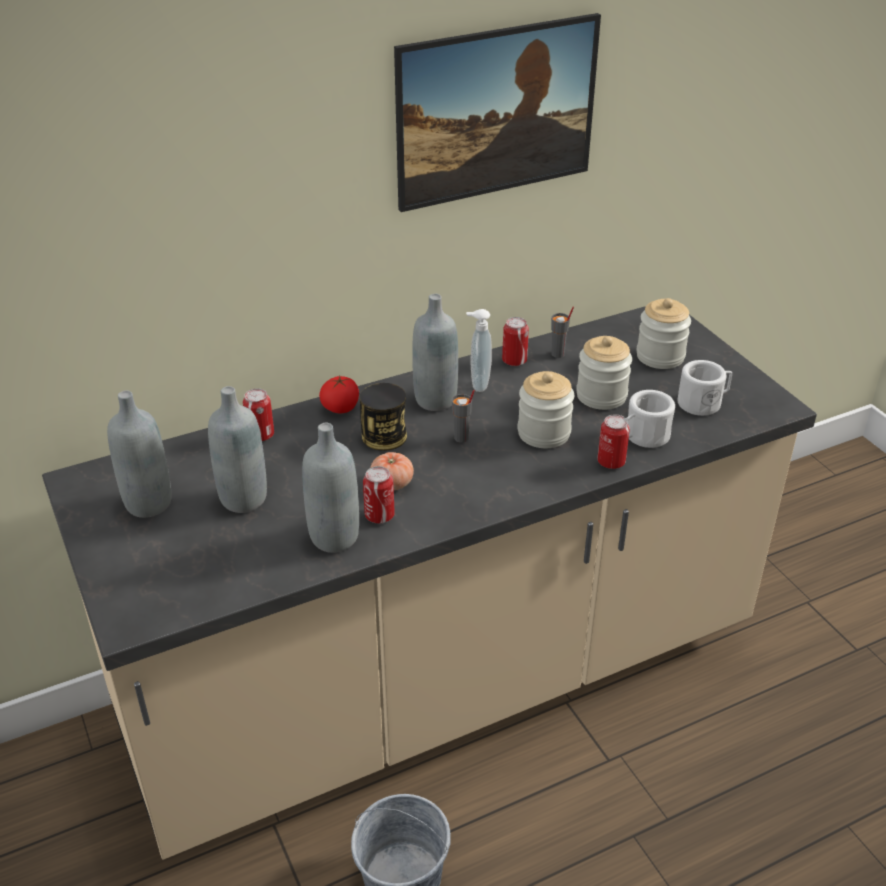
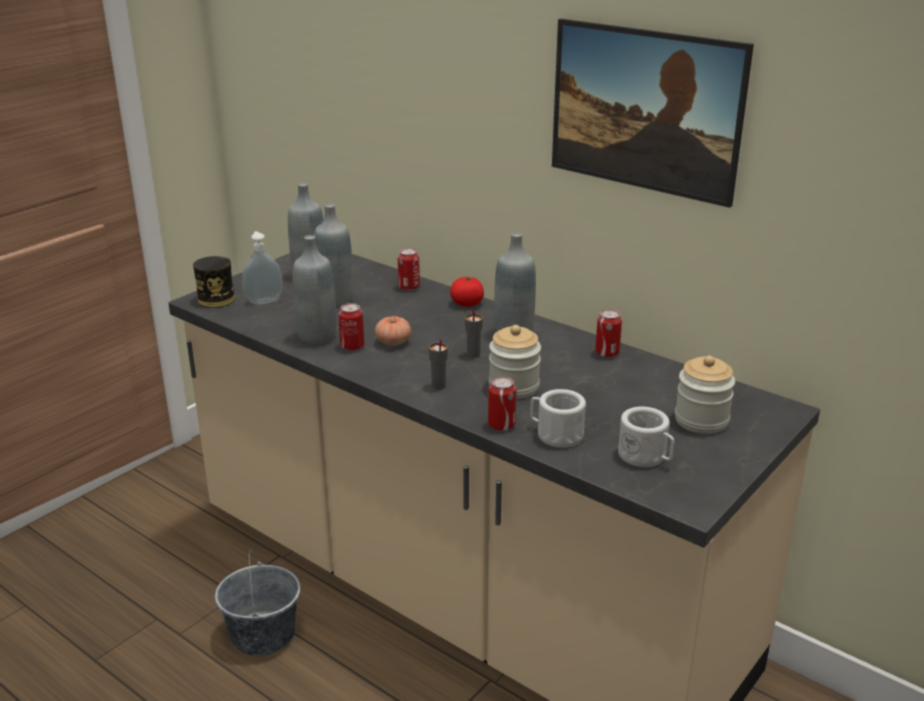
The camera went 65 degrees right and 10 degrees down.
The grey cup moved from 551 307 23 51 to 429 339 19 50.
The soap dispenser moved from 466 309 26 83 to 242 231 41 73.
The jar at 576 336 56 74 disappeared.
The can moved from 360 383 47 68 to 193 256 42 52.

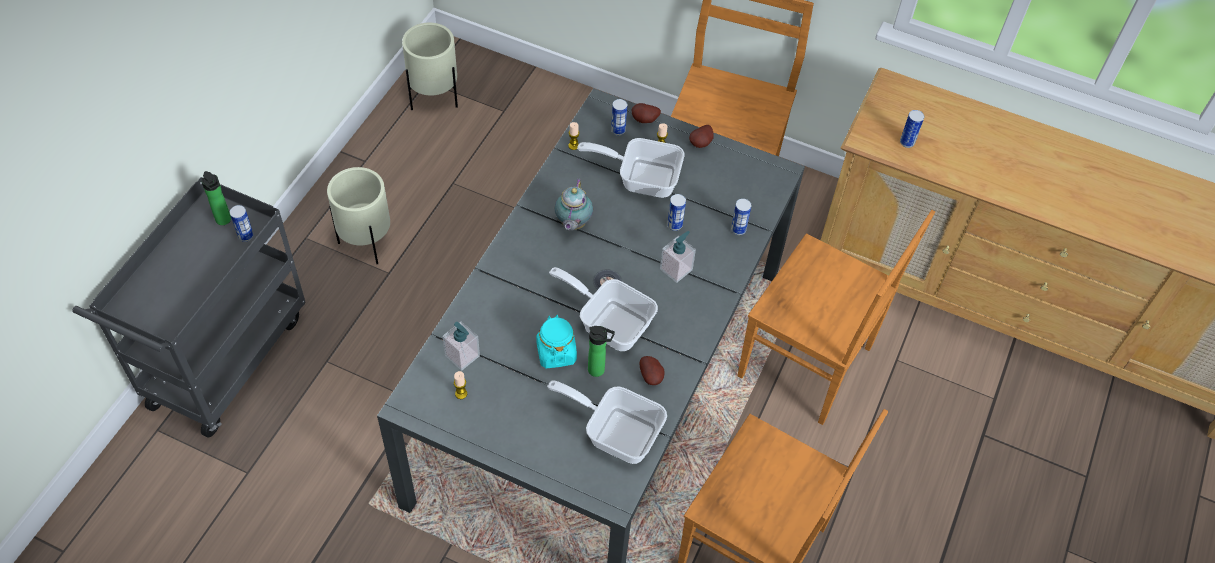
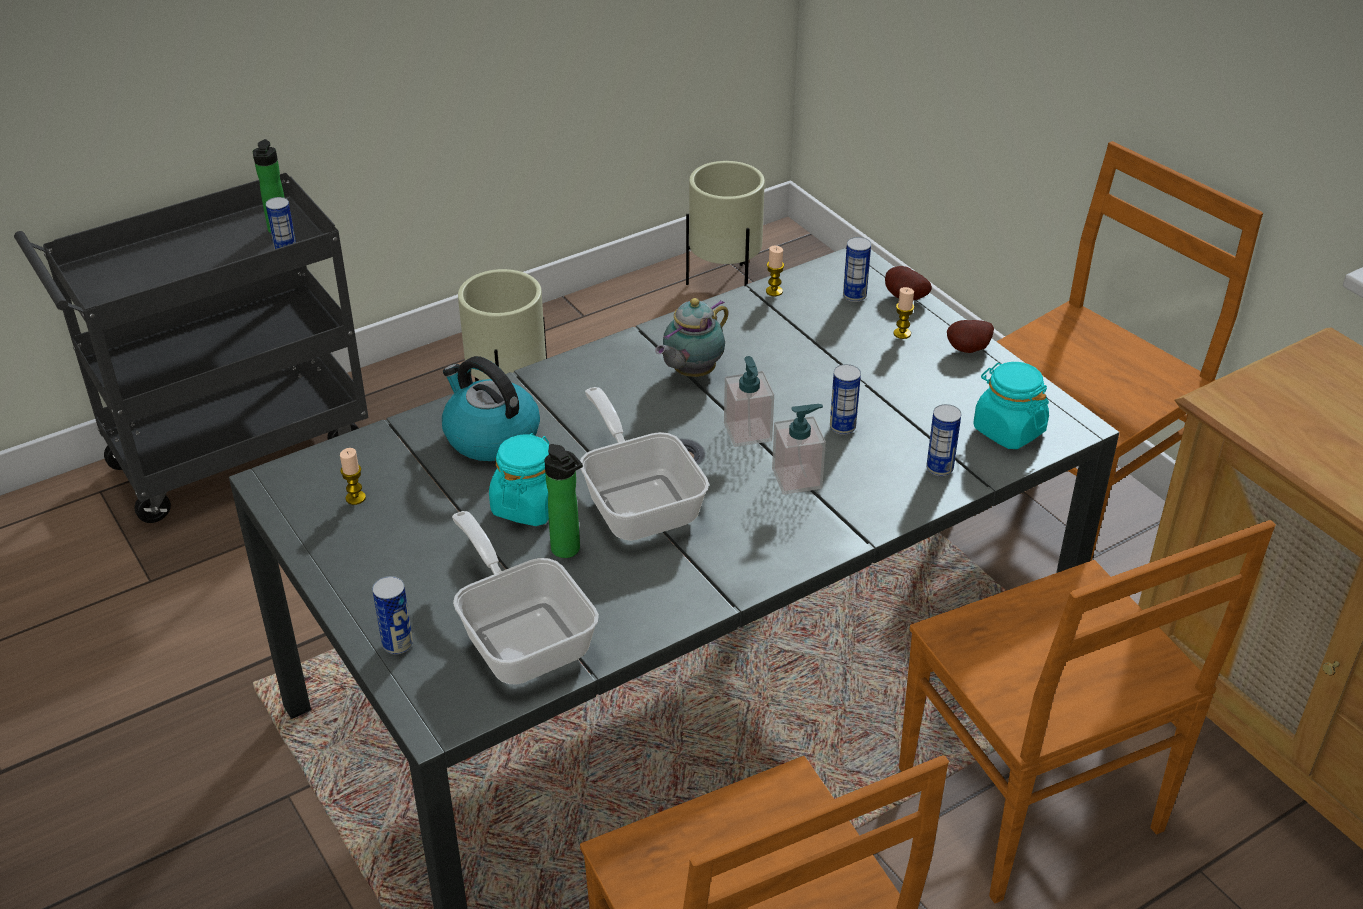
The camera went 35 degrees right and 15 degrees down.
The can moved from 900 110 24 38 to 372 576 41 78.
The frying pan at 577 138 107 60 disappeared.
The soap dispenser moved from 442 321 38 50 to 724 356 50 91.
The potato at 639 356 26 29 disappeared.
The kettle at 442 356 98 105 appeared.
The turquoise jar at 974 362 75 87 appeared.

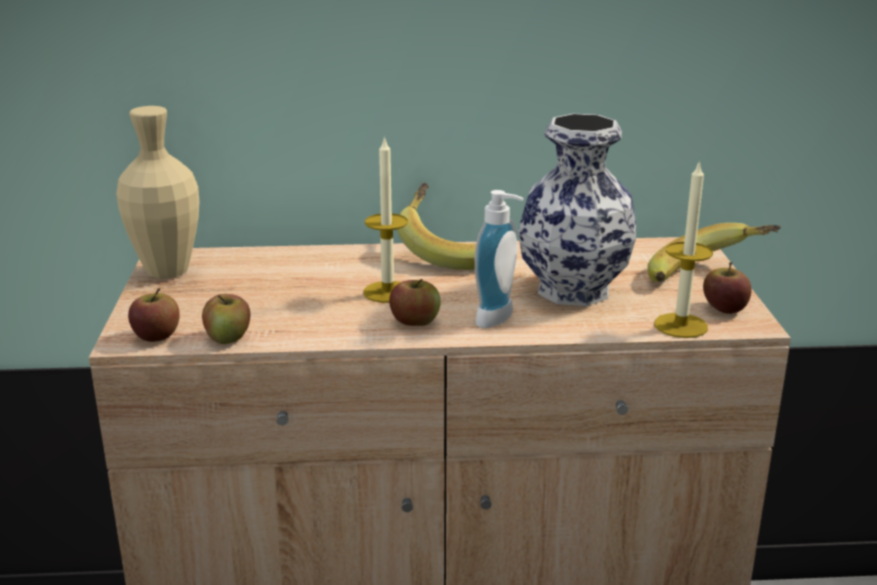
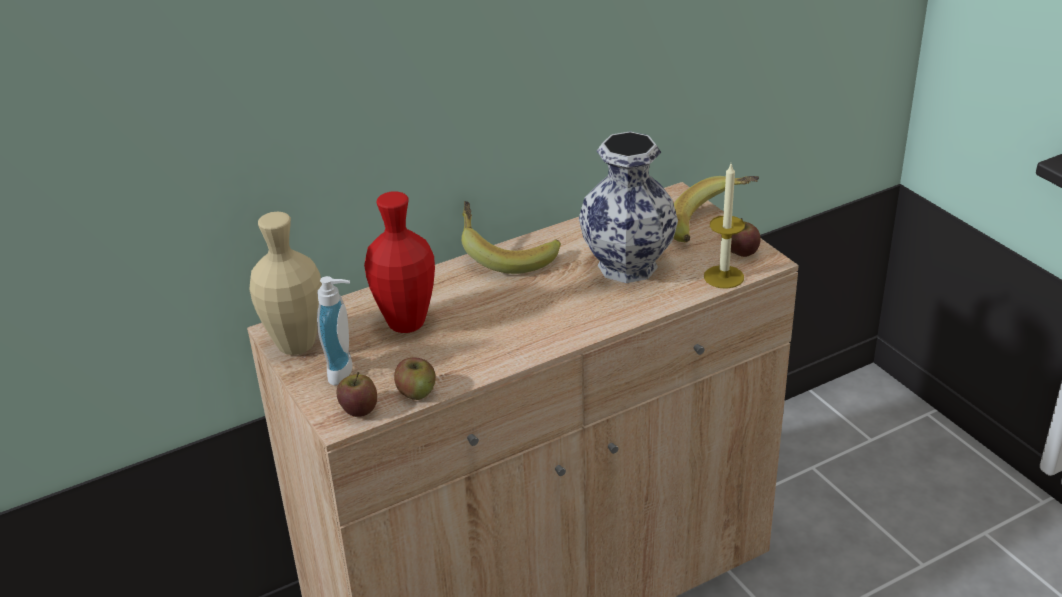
The camera went 25 degrees left and 10 degrees up.
The candle at 363 136 45 167 disappeared.
The soap dispenser moved from 474 190 50 138 to 317 276 36 109.
The apple at 389 279 52 47 disappeared.
The red vase at 364 191 71 142 appeared.

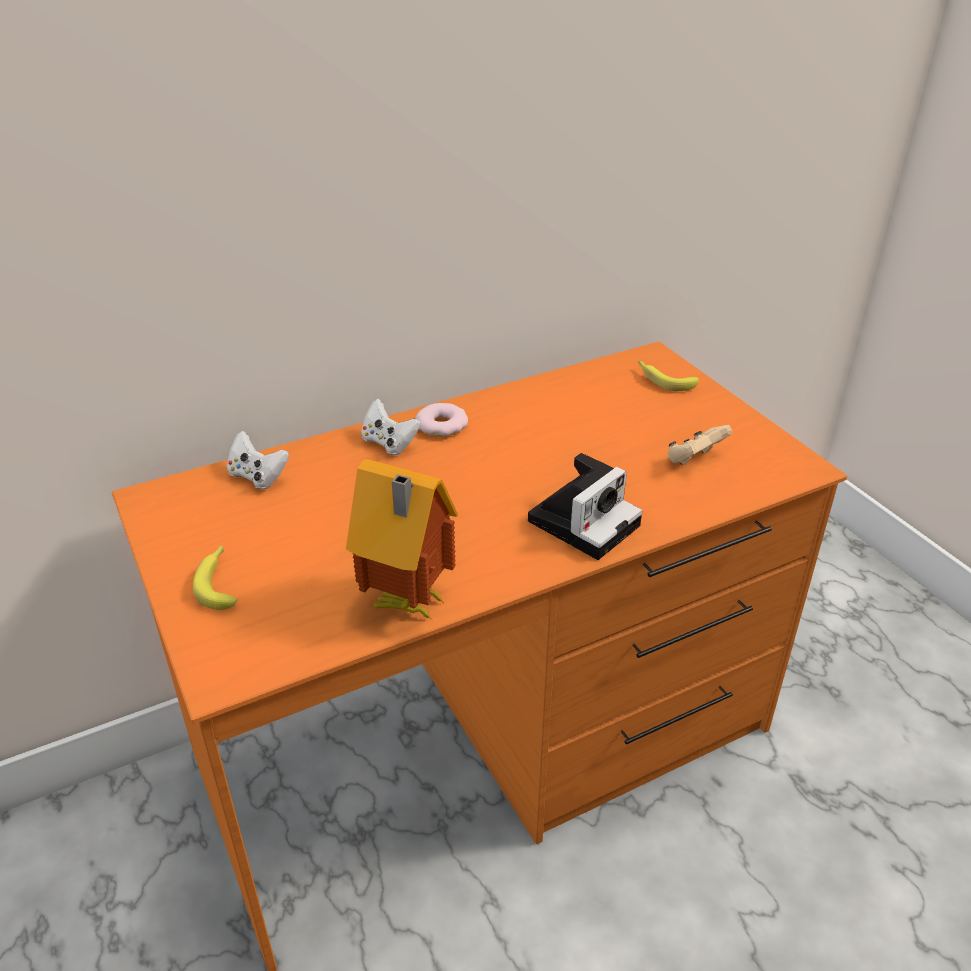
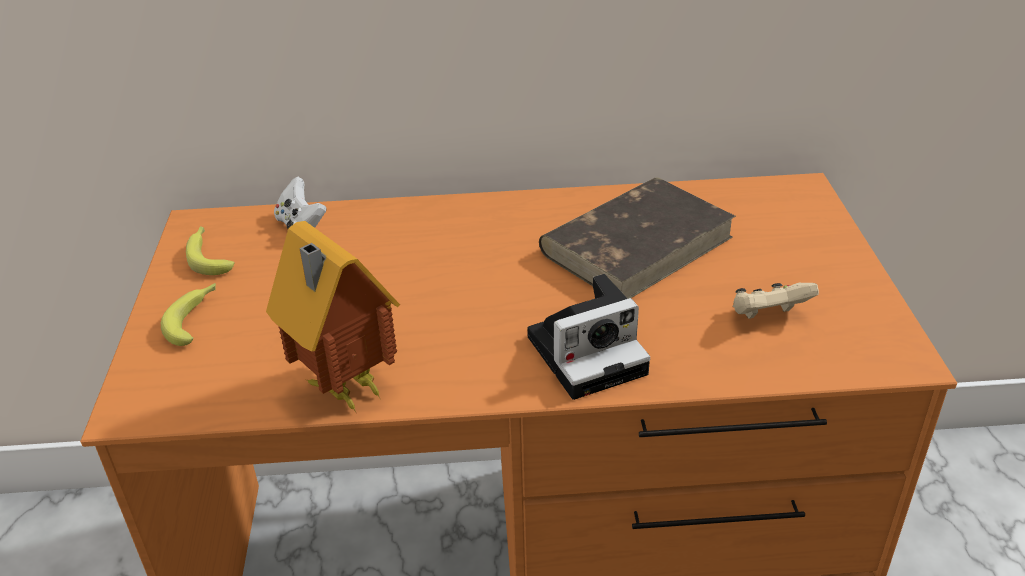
The camera went 25 degrees right and 0 degrees up.
The banana moved from 638 361 61 30 to 186 226 49 49.
The white game controller at 361 399 60 56 disappeared.
The donut at 415 403 53 34 disappeared.
The brown book at 539 177 197 122 appeared.

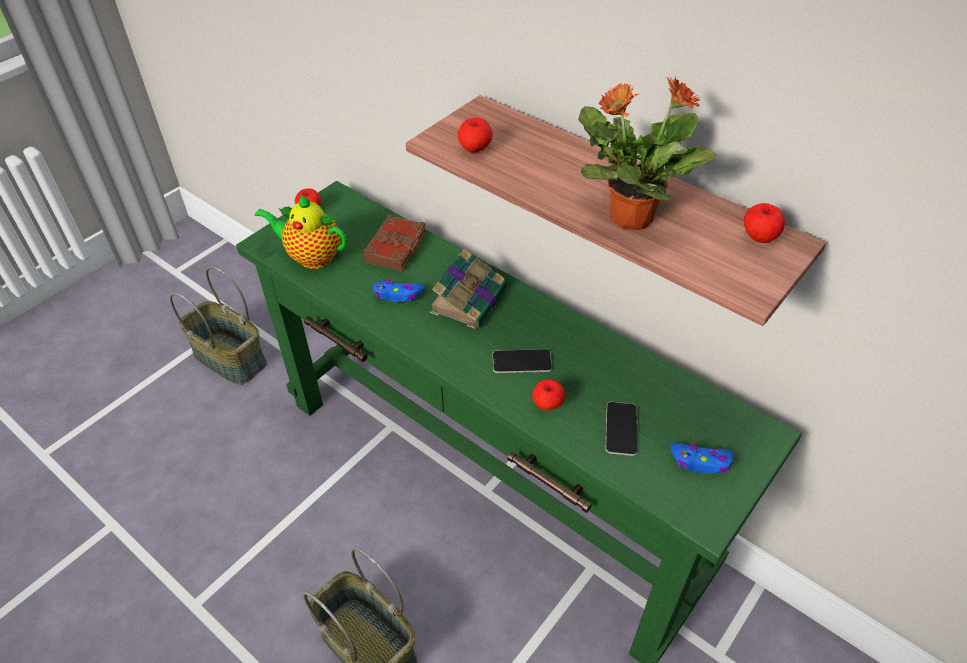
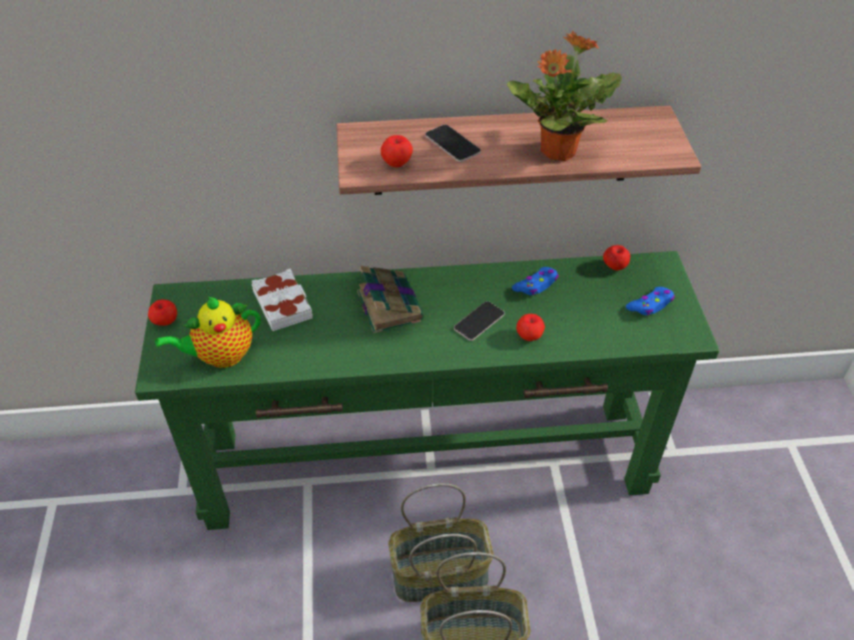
The camera went 45 degrees left and 0 degrees up.
The apple moved from 744 203 41 40 to 603 245 27 25.
The brown book at 363 214 63 57 became the white book at 252 269 61 62.
The basket moved from 170 267 97 118 to 388 483 106 119.
The blue game controller moved from 373 280 52 22 to 512 267 47 28.
The phone moved from 606 402 31 54 to 425 124 56 38.

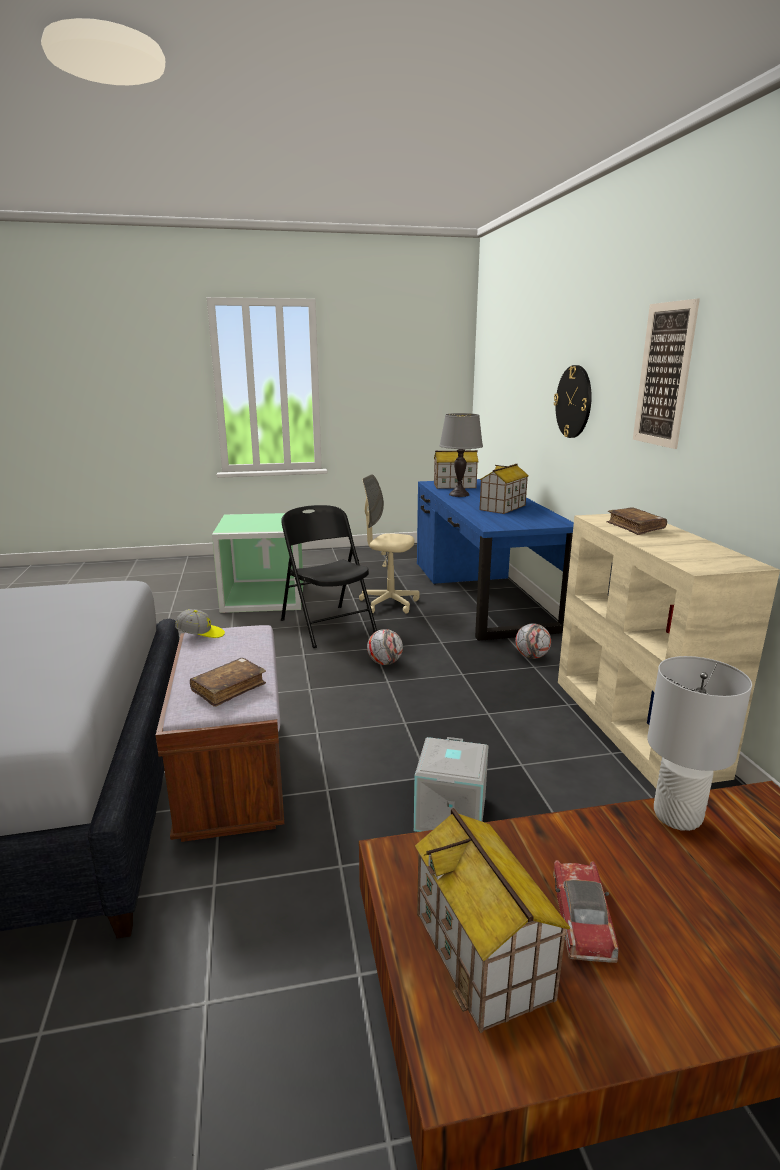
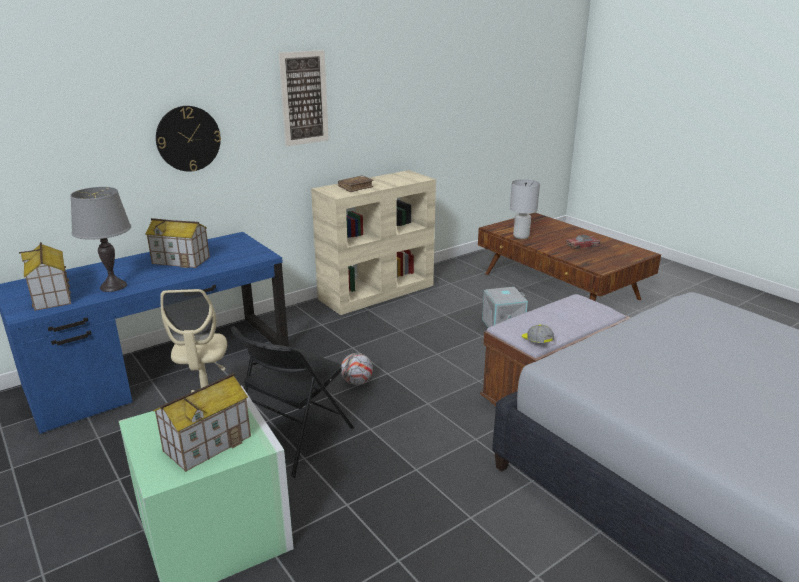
The camera went 115 degrees left and 5 degrees up.
The football at 515 623 36 36 disappeared.
The brown book at 190 658 76 49 disappeared.
The toy house moved from 415 808 155 225 to 153 373 98 99.

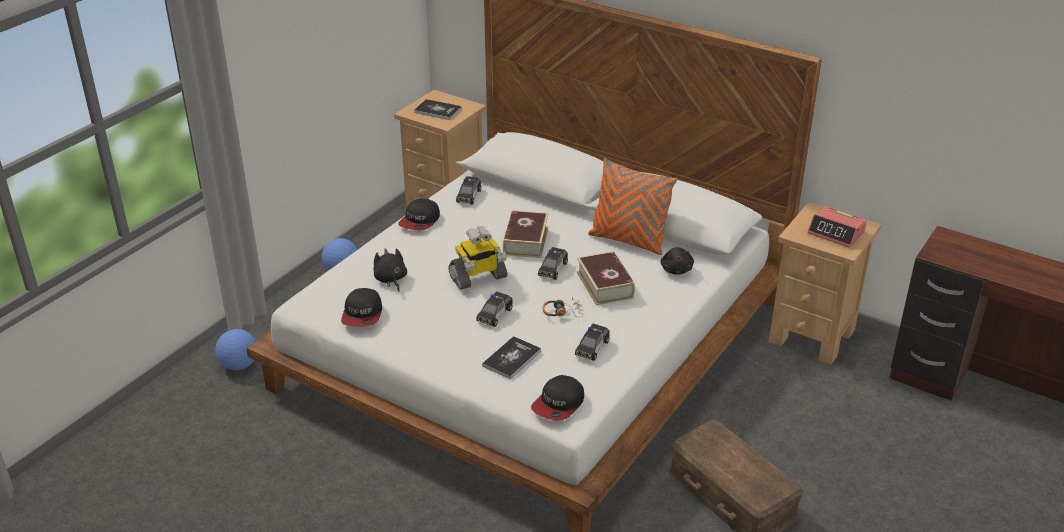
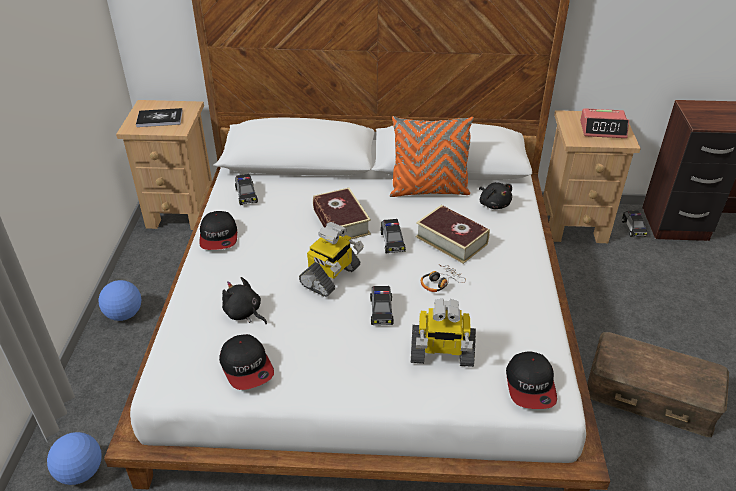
The camera went 30 degrees left and 5 degrees up.
The toy car moved from 575 324 35 37 to 622 211 26 26.
The book at 482 336 59 43 was replaced by the toy robot at 411 299 65 68.

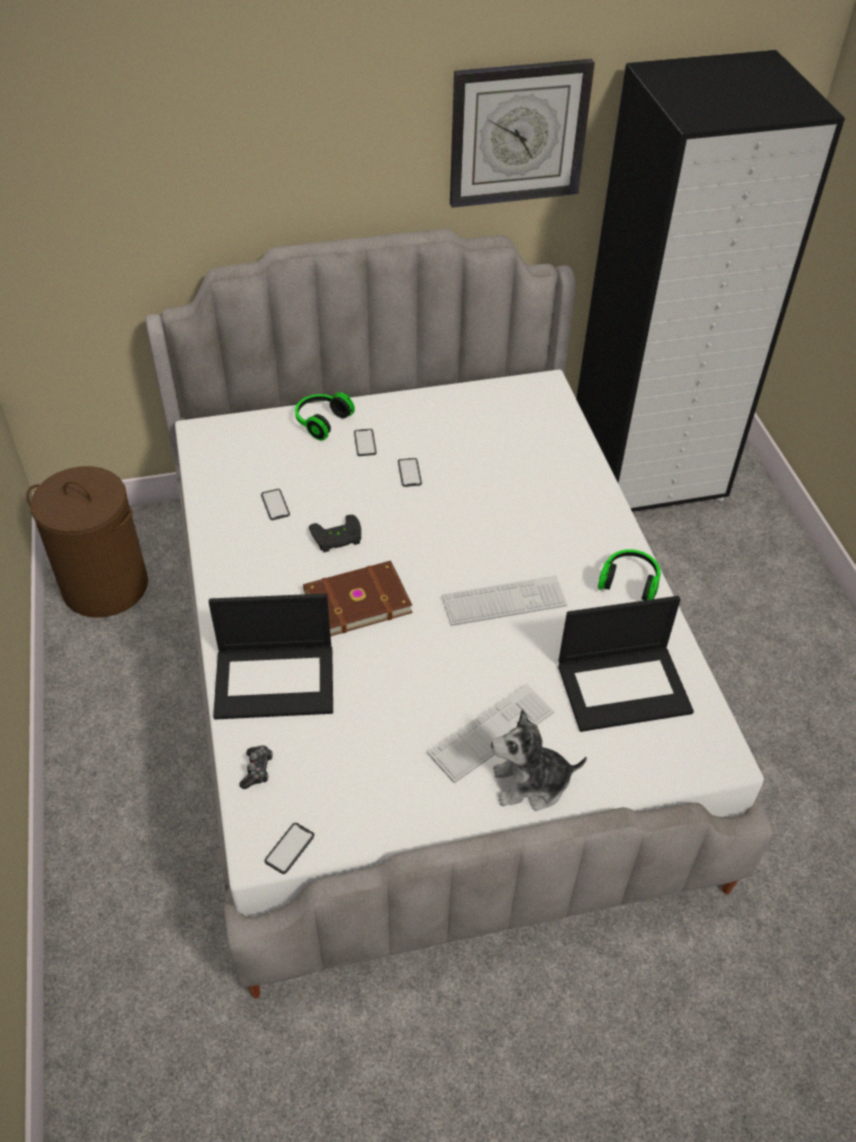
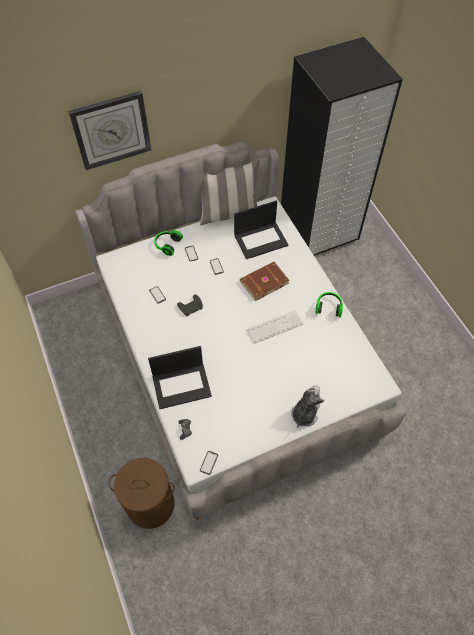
The camera went 10 degrees left and 10 degrees up.
The wall clock moved from 450 59 145 149 to 69 91 82 79.
The brown laundry basket moved from 26 466 122 152 to 109 458 66 71.
The brown book moved from 303 561 109 75 to 240 262 50 39.
The laptop moved from 558 596 136 136 to 234 201 54 58.
The keyboard at 427 684 127 99 disappeared.
The plush toy at 491 708 96 103 turned 135 degrees clockwise.
The pillow at 200 160 59 65 appeared.

